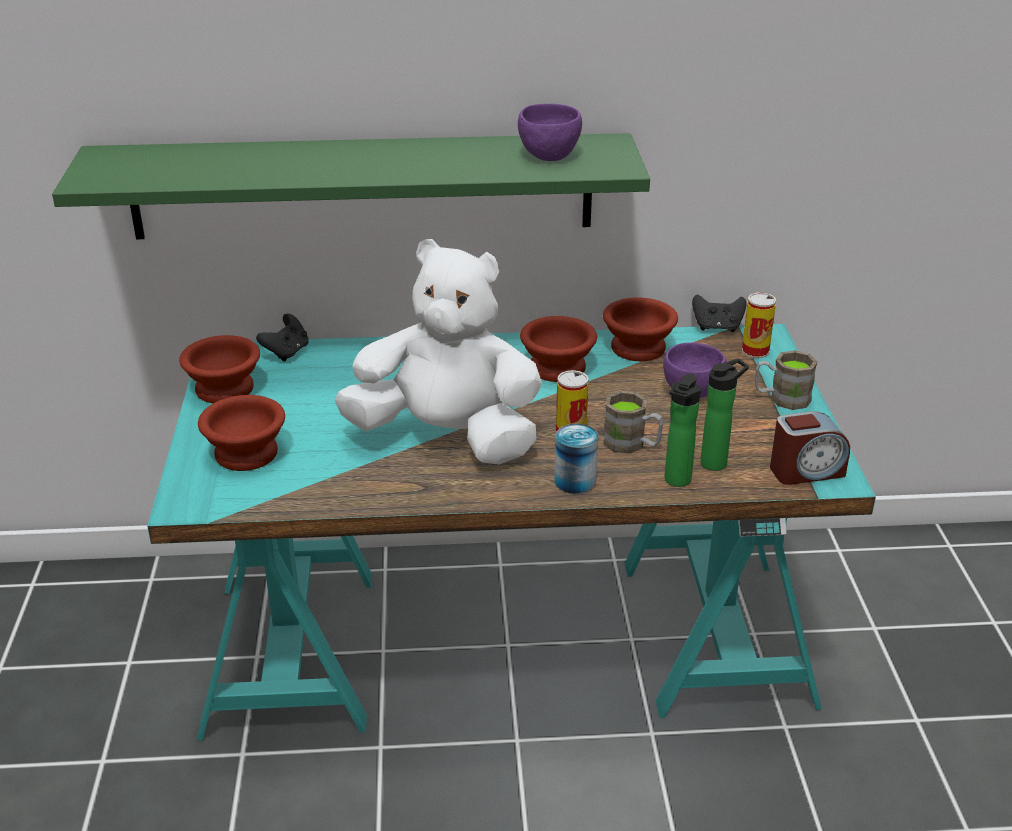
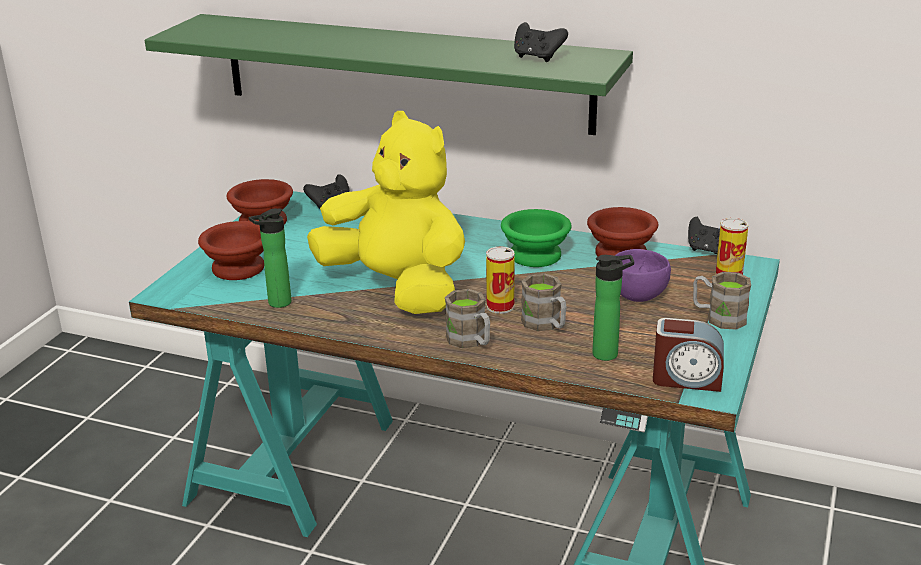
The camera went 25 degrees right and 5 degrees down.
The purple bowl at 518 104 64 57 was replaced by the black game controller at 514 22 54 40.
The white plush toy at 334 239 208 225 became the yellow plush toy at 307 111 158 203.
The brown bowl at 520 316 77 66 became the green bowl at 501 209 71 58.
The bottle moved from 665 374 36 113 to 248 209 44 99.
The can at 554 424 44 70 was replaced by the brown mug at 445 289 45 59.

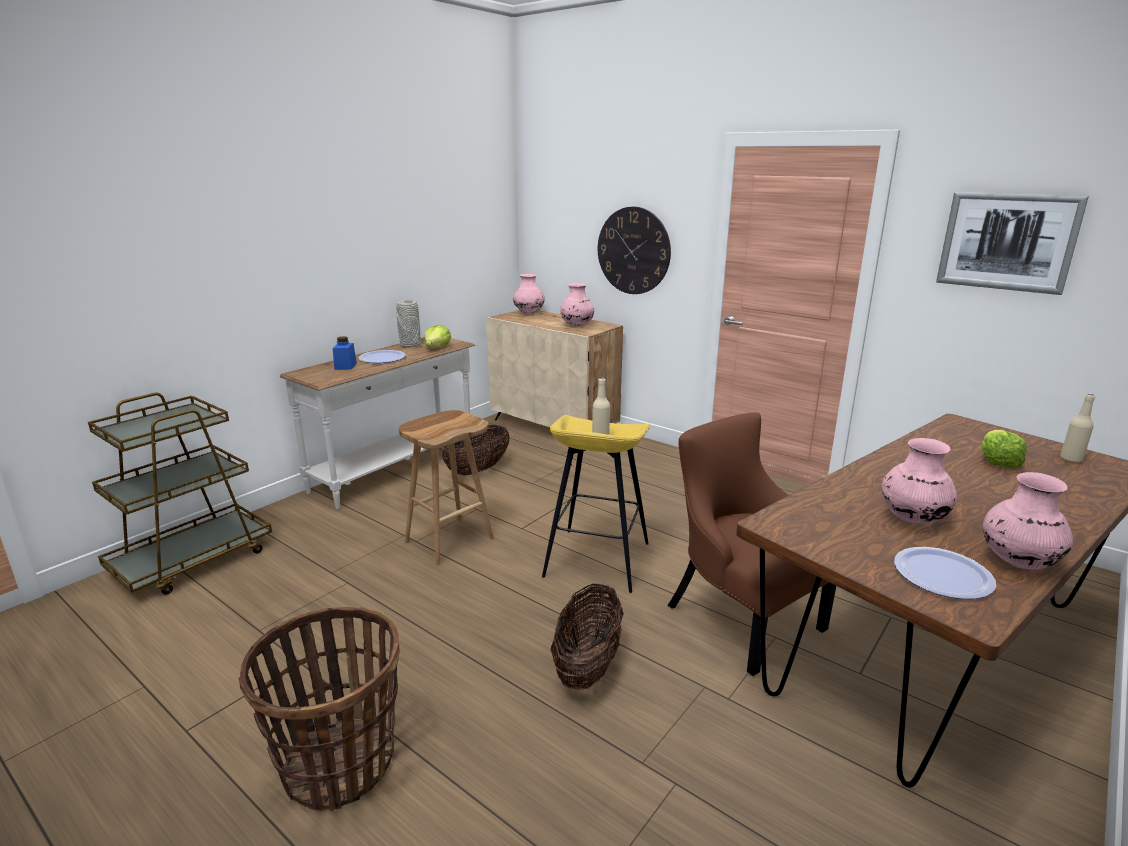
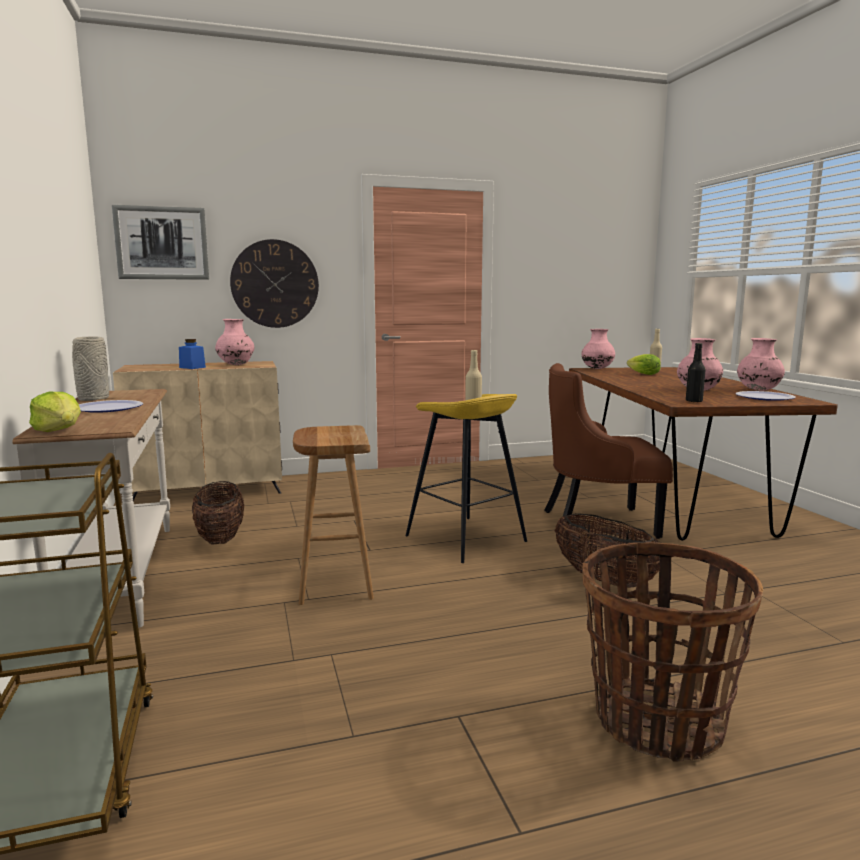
The camera went 55 degrees left and 10 degrees down.
The picture moved from 936 192 153 103 to 112 205 97 75.
The pink vase moved from 513 274 32 40 to 581 329 34 40.
The lettuce moved from 424 325 27 23 to 29 392 52 40.
The blue jar moved from 333 336 24 34 to 179 339 27 30.
The black bottle at 686 343 19 59 appeared.

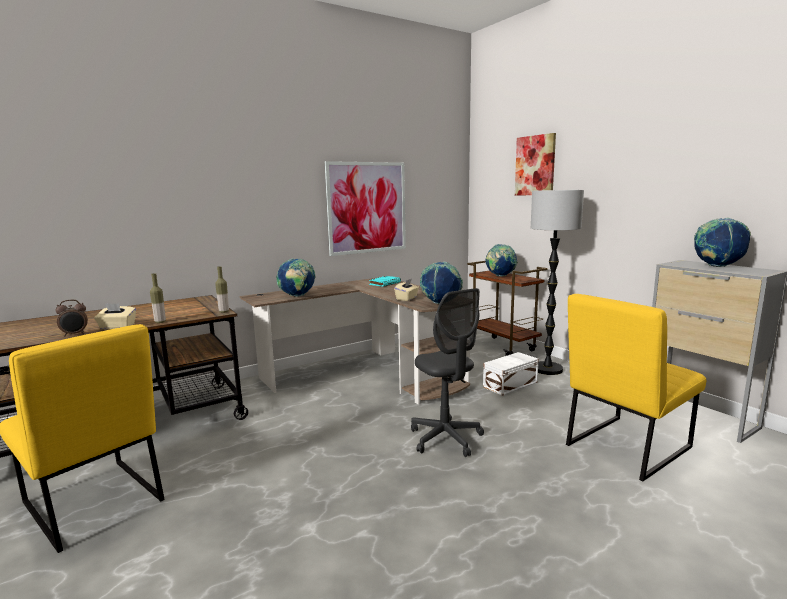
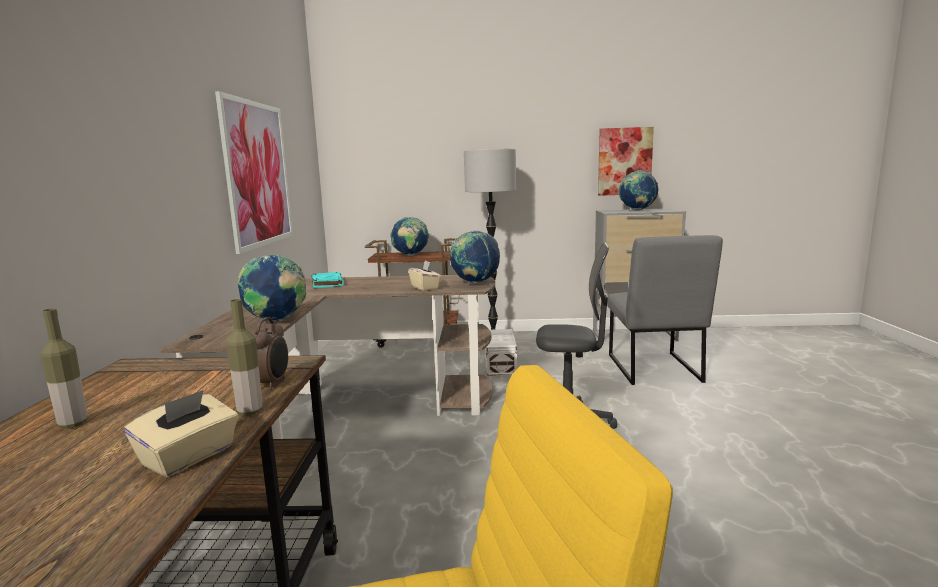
The camera went 55 degrees left and 0 degrees up.
The picture moved from 515 133 41 62 to 598 127 56 69.
The bottle moved from 215 266 14 47 to 40 308 48 120.
The yellow chair at 566 294 140 187 became the grey chair at 607 235 116 150.
The alarm clock moved from 56 300 32 36 to 252 317 36 73.

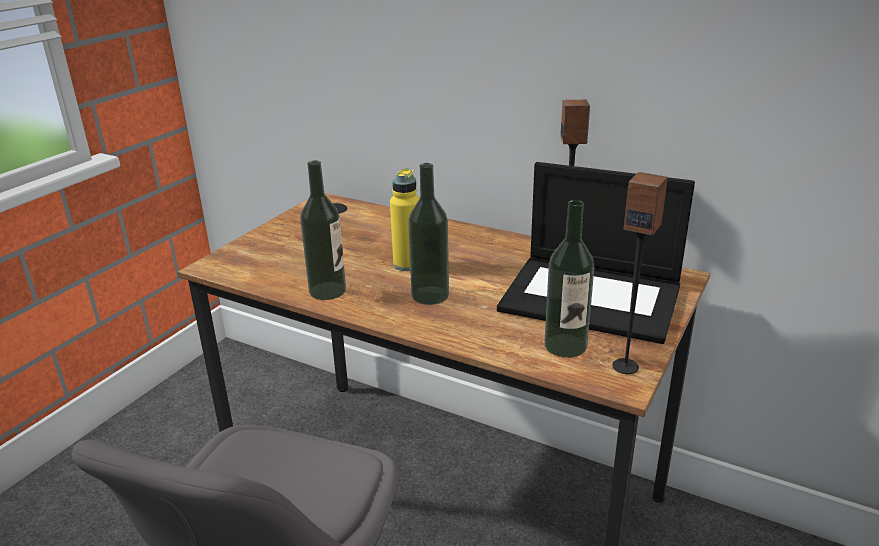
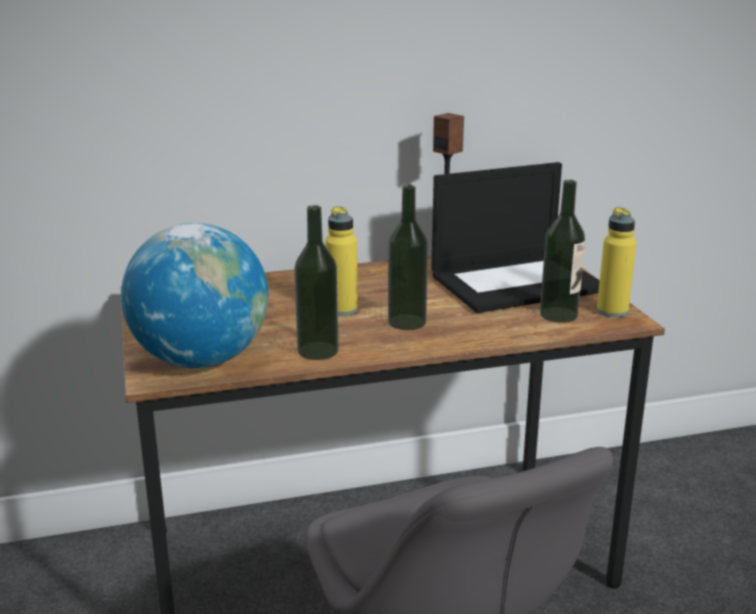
The camera went 45 degrees left and 5 degrees down.
The speaker at 612 172 56 202 was replaced by the yellow bottle at 597 207 40 110.
The globe at 121 223 147 145 appeared.

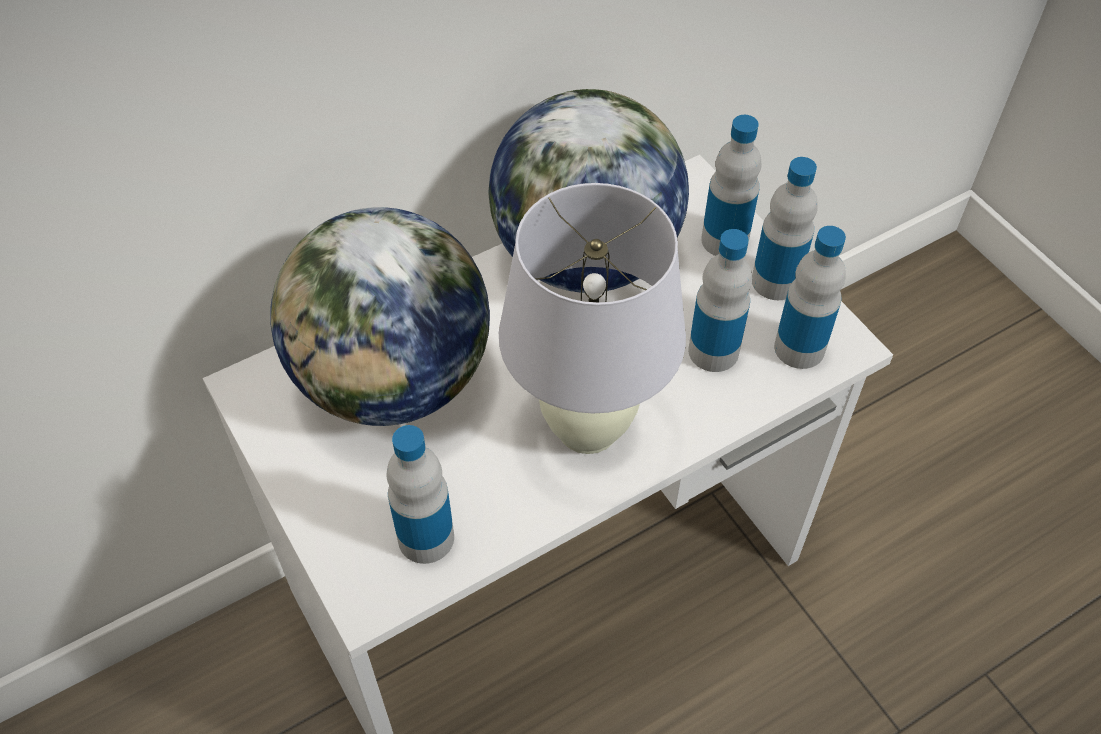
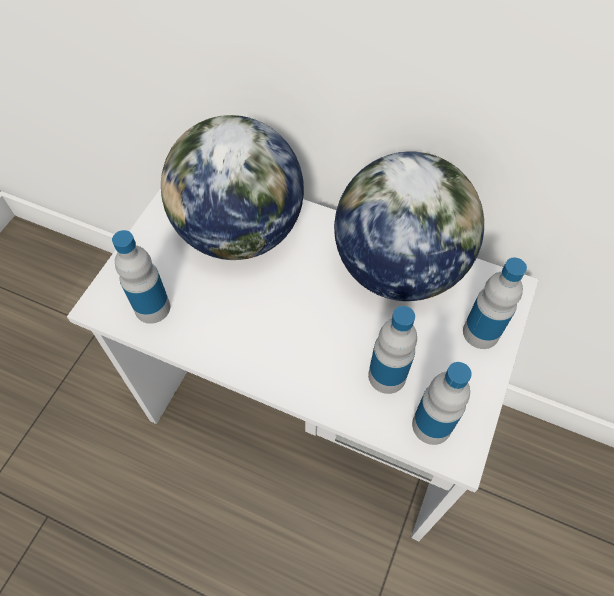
The camera went 55 degrees right and 5 degrees up.
The bottle at 752 157 66 143 disappeared.
The white table lamp at 499 183 187 271 disappeared.

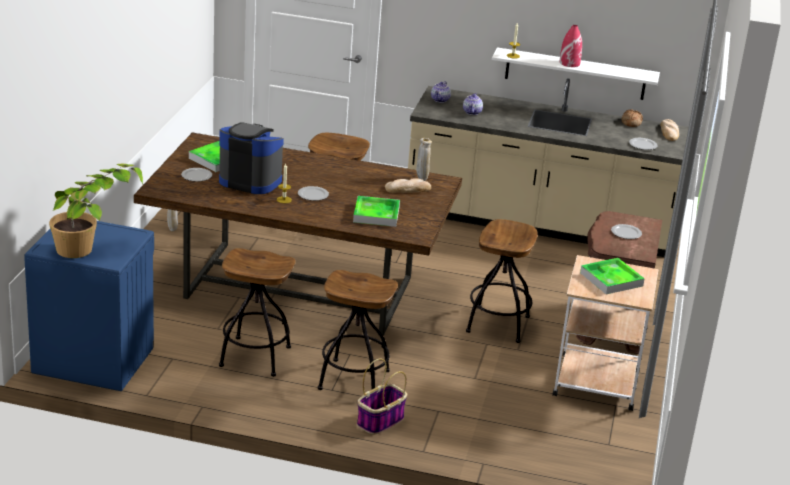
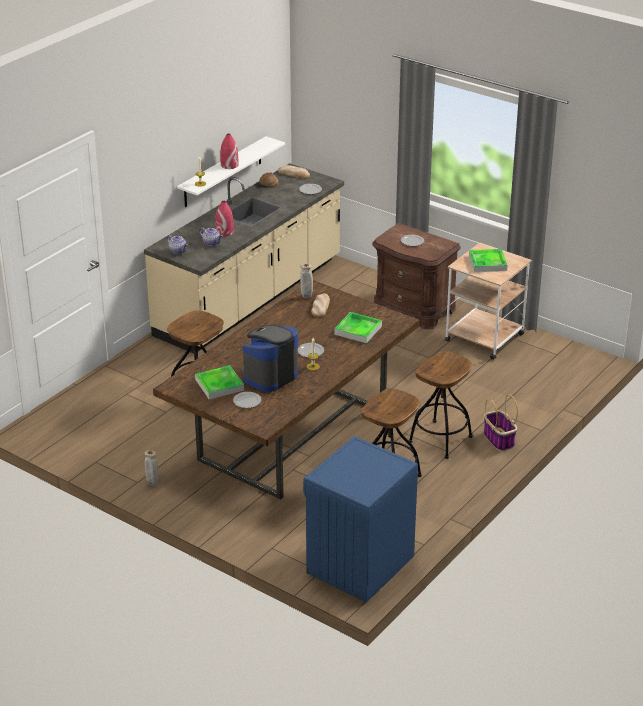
The camera went 65 degrees left and 5 degrees up.
The potted plant at 49 163 94 95 disappeared.
The brown stool at 466 219 72 124 disappeared.
The red vase at 215 201 19 36 appeared.

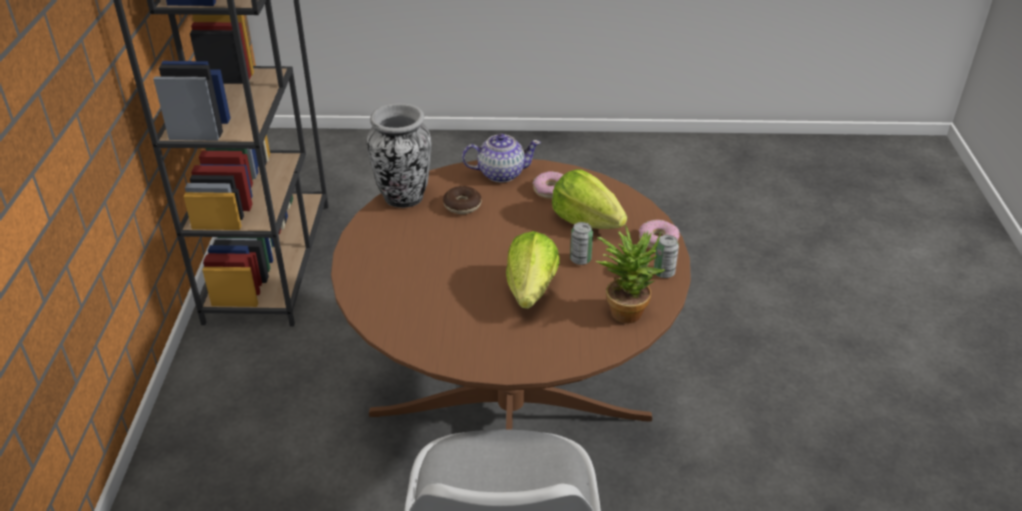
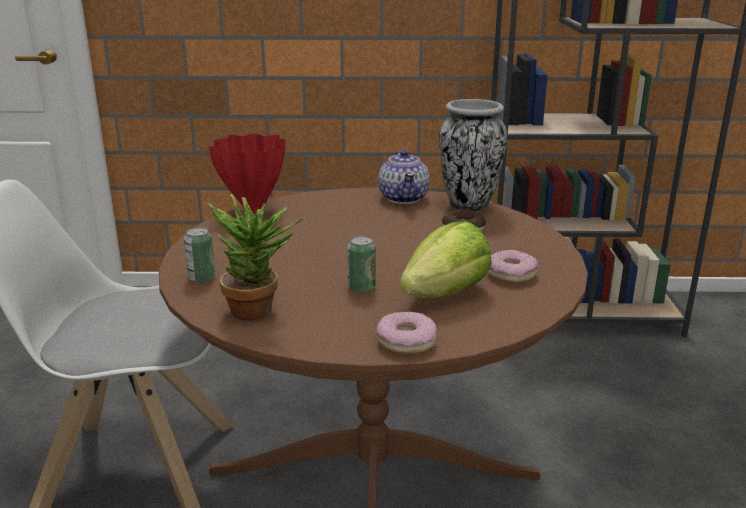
The camera went 90 degrees right and 15 degrees down.
The teapot moved from 462 134 79 49 to 378 150 52 54.
The lettuce at 506 231 54 78 disappeared.
The can moved from 654 235 25 43 to 184 227 31 56.
The red vase at 209 134 77 80 appeared.

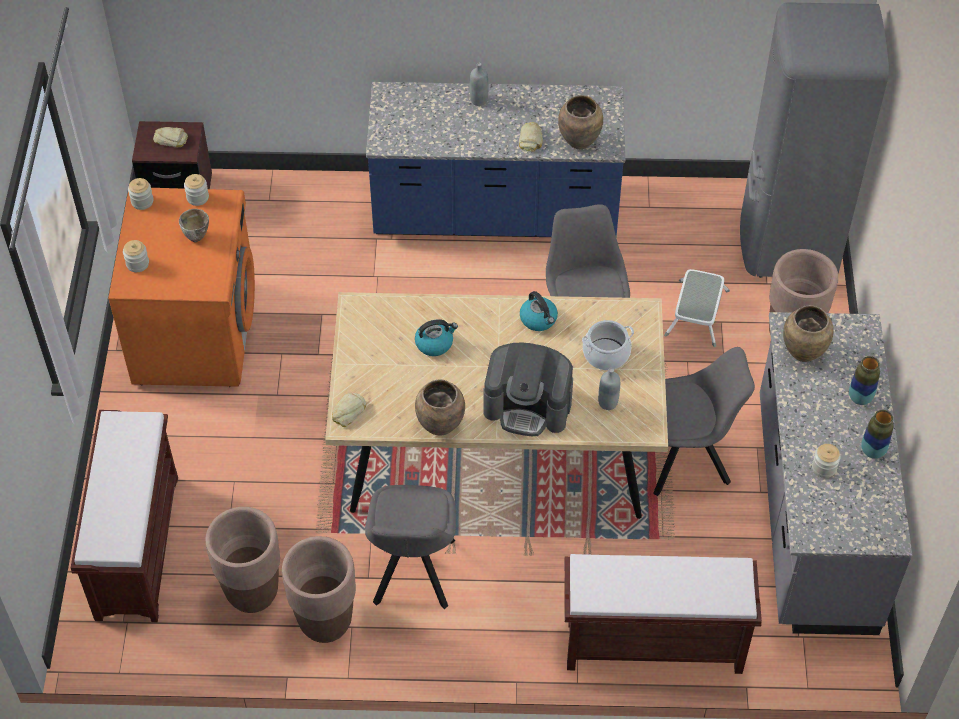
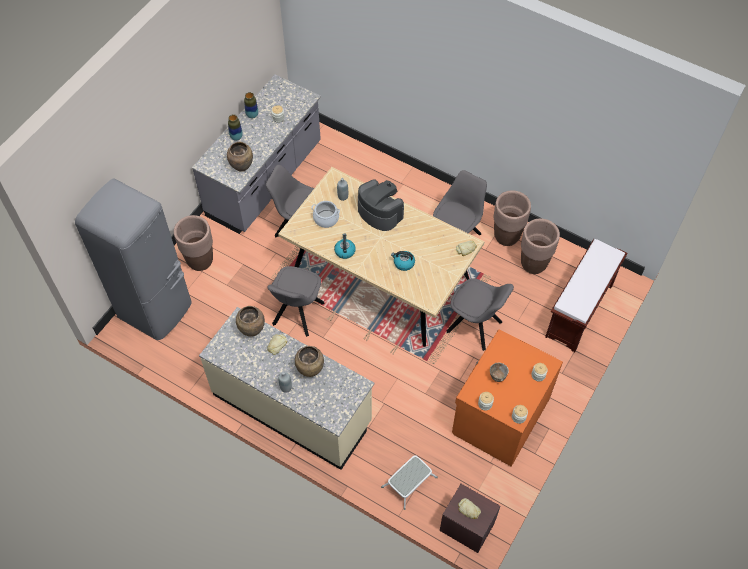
The camera went 150 degrees left and 5 degrees up.
The blue counter at 366 82 259 155 became the beige counter at 199 307 175 163.
The grey step ladder moved from 664 269 66 78 to 381 455 57 55.
The brown vase moved from 415 379 50 57 to 295 346 29 31.
The brown bench at 564 554 198 120 disappeared.
The grey chair at 446 278 68 73 appeared.

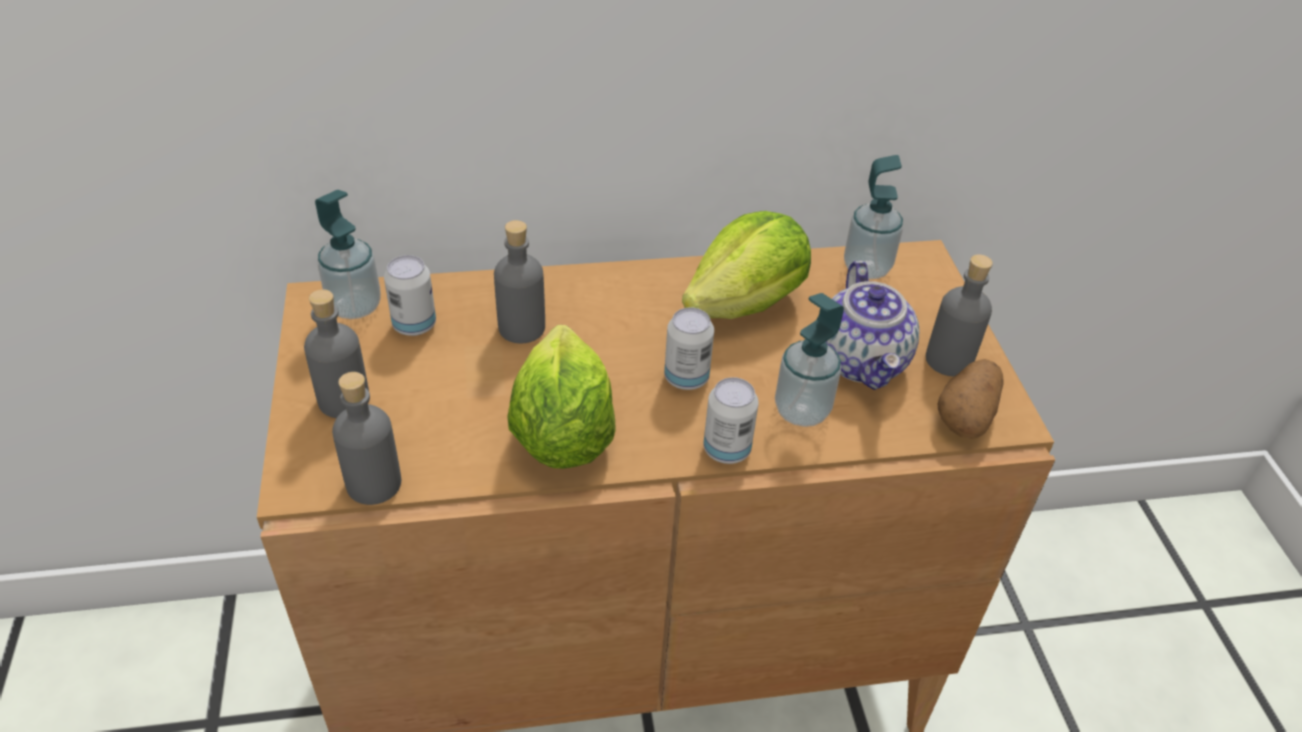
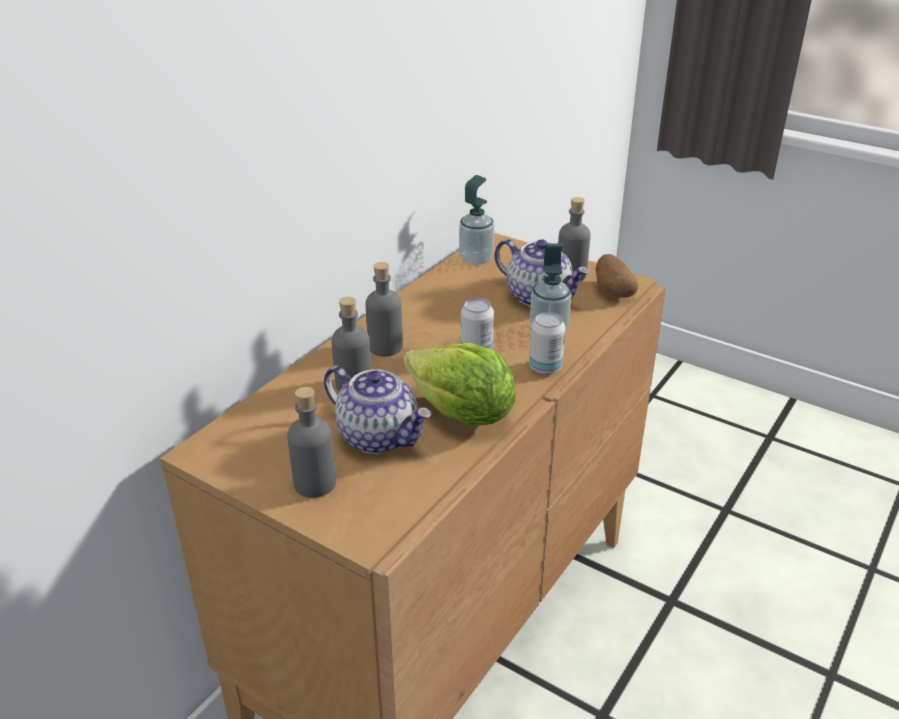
The camera went 45 degrees left and 10 degrees down.
The soap dispenser at 315 190 66 129 disappeared.
The lettuce at 682 211 129 108 disappeared.
The can at 384 255 52 81 disappeared.
The grey bottle moved from 332 372 69 133 to 365 262 38 95.
The teapot at 324 366 107 88 appeared.

